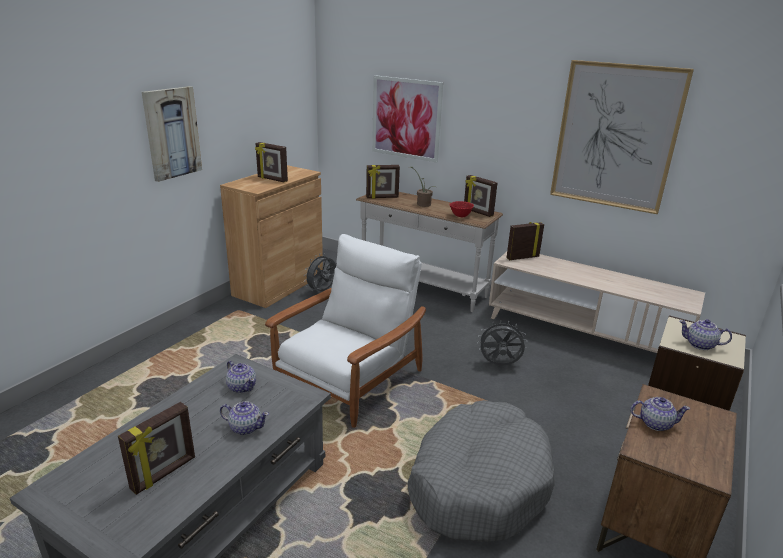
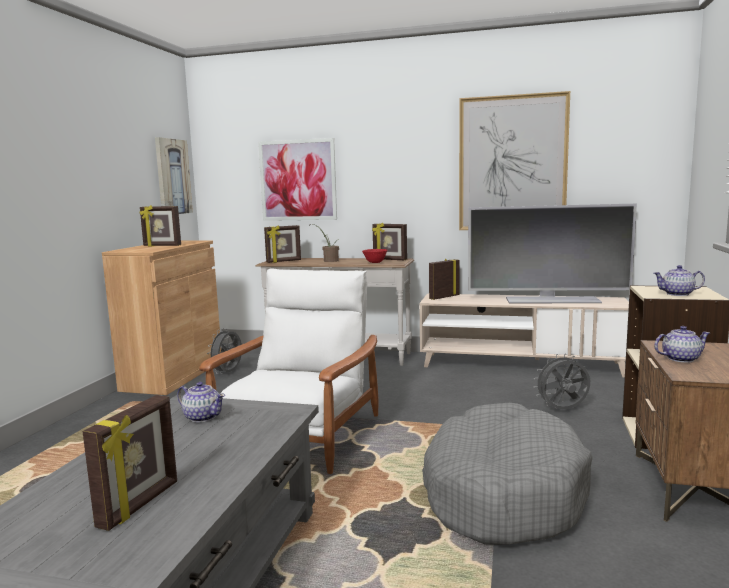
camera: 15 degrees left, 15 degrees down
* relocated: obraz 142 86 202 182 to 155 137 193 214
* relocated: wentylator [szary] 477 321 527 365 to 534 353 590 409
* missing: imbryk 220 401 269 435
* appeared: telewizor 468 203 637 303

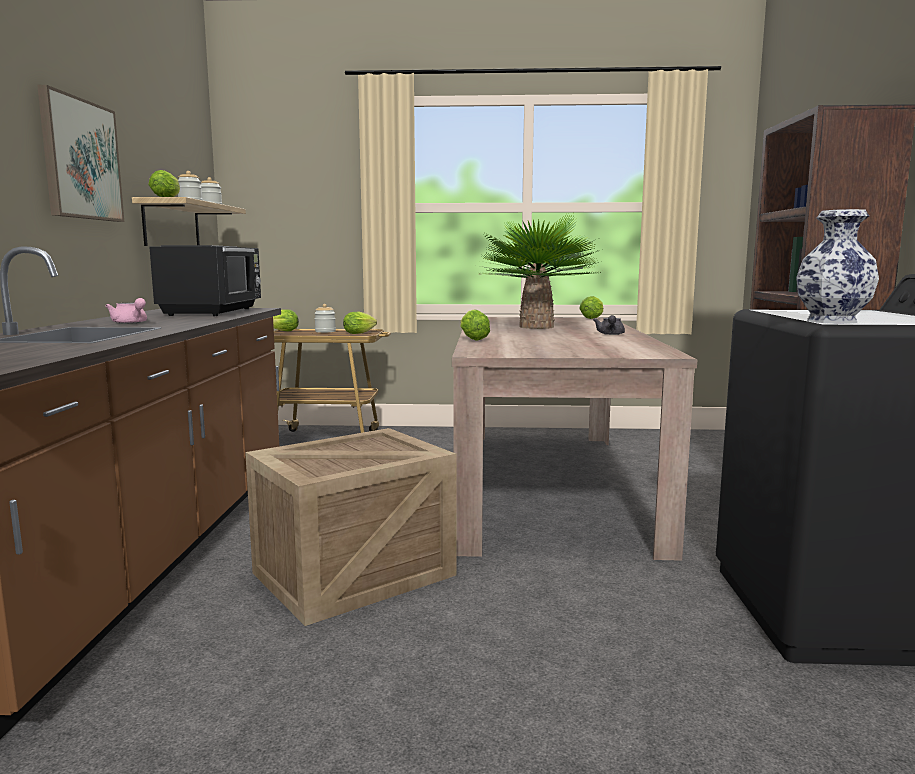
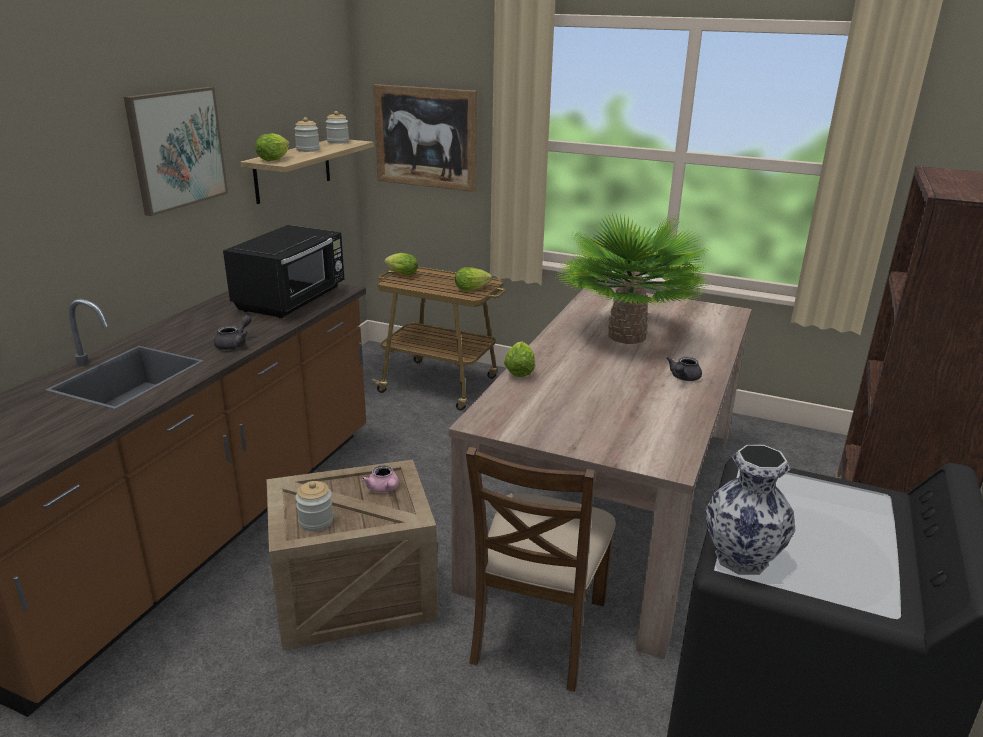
camera: 20 degrees right, 15 degrees up
* missing: sałata 579 296 603 319
* relocated: imbryk [różowy] 106 298 147 324 to 362 465 399 493
* relocated: słoik 314 304 336 333 to 295 481 333 531
* appeared: obraz 373 84 477 192
* appeared: imbryk [szary] 214 315 252 350
* appeared: krzesło [brązowy] 466 446 616 692

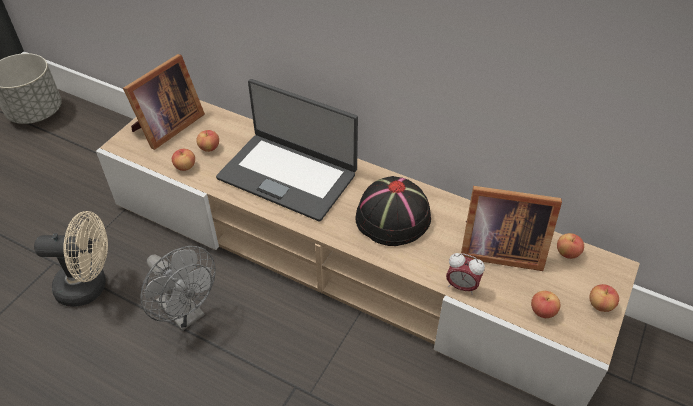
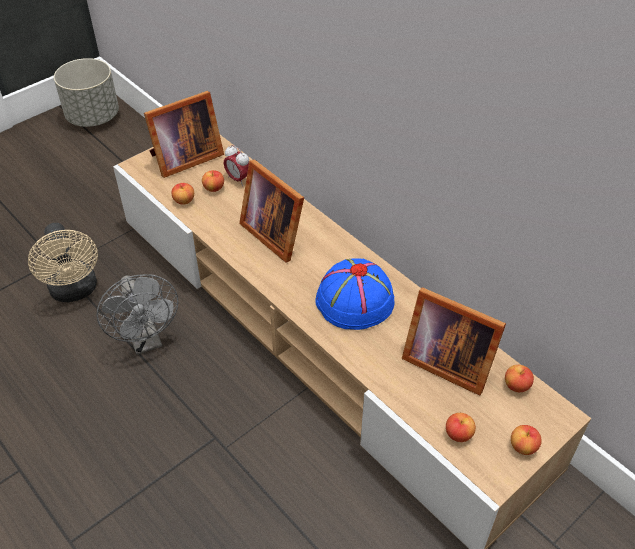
camera: 20 degrees right, 0 degrees up
* exchanged: laptop 216 79 358 222 to ramka na zdjęcie 239 159 304 262
* colour: kapelusz [czarny] 356 176 431 246 to kapelusz [niebieski] 315 258 394 330
* spun: wentylator [beżowy] 34 211 108 307 = 28 223 98 302 45 degrees clockwise
* relocated: budzik 446 253 485 295 to 224 145 249 186

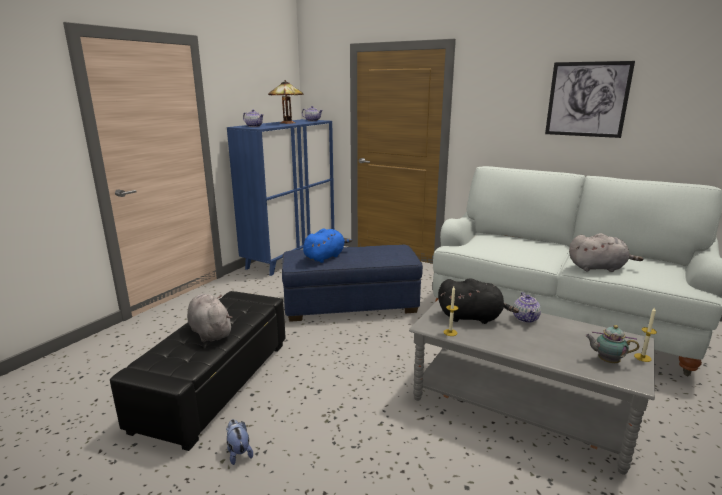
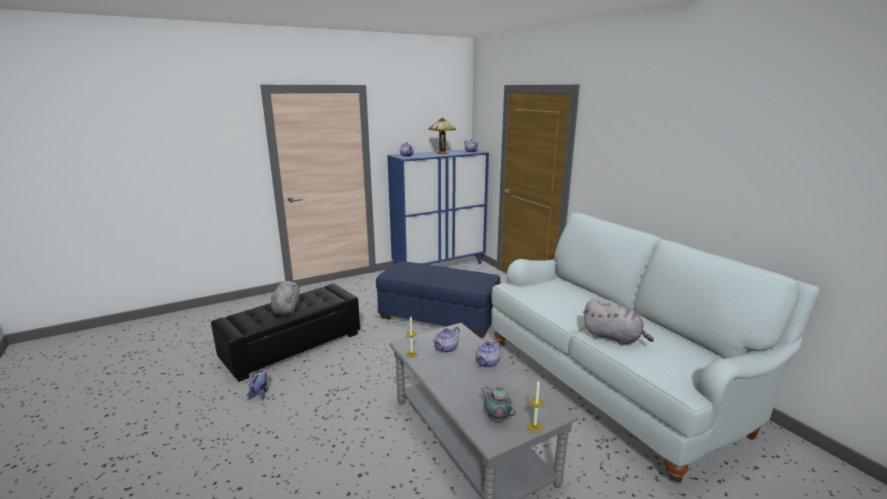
camera: 30 degrees right, 0 degrees up
* missing: obraz 545 61 635 138
* missing: pluszak [niebieski] 303 228 352 263
* exchanged: pluszak [czarny] 438 278 519 324 to imbryk 433 327 460 353

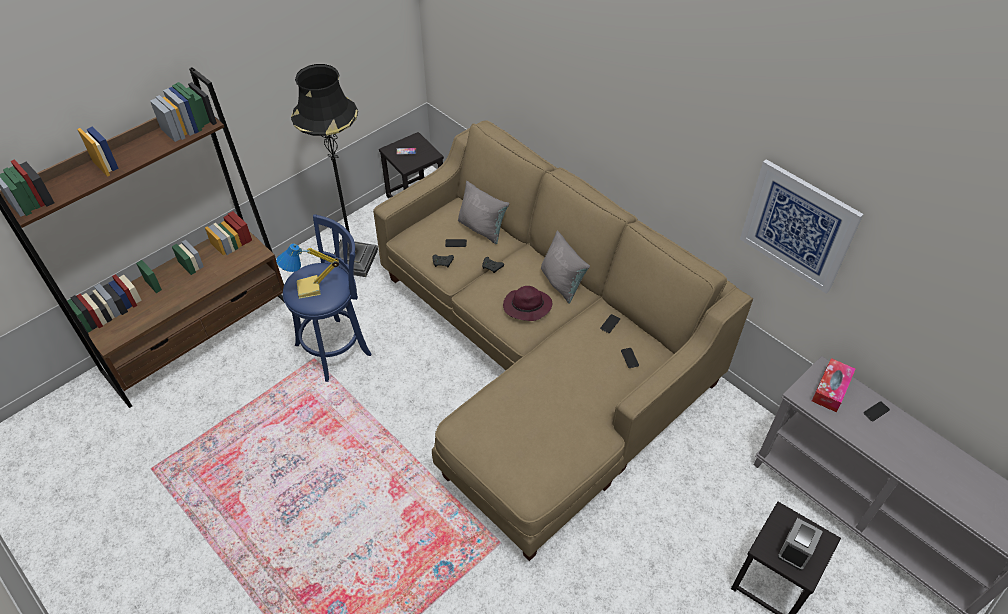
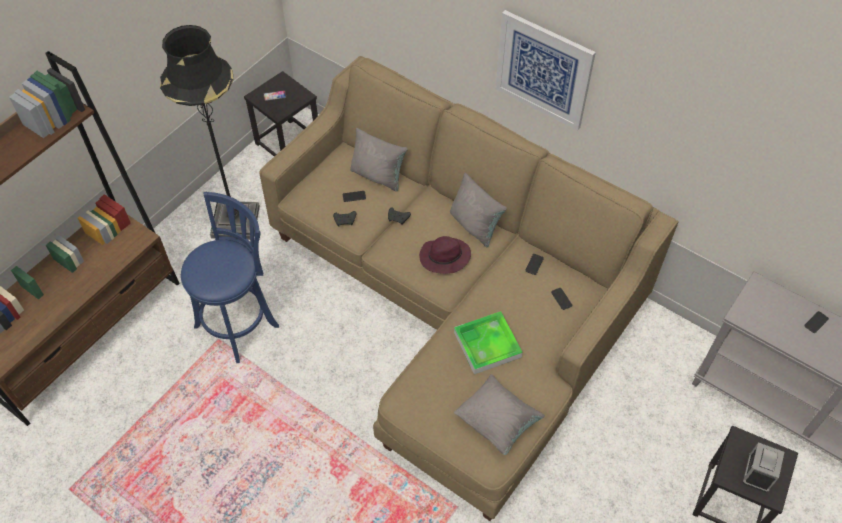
camera: 10 degrees left, 5 degrees up
* relocated: obraz 740 159 863 294 to 495 10 596 130
* missing: lampa stołowa 276 244 339 299
* missing: pudełko chusteczek 812 358 856 412
* appeared: taca 454 311 523 374
* appeared: poduszka [szary] 454 374 545 455

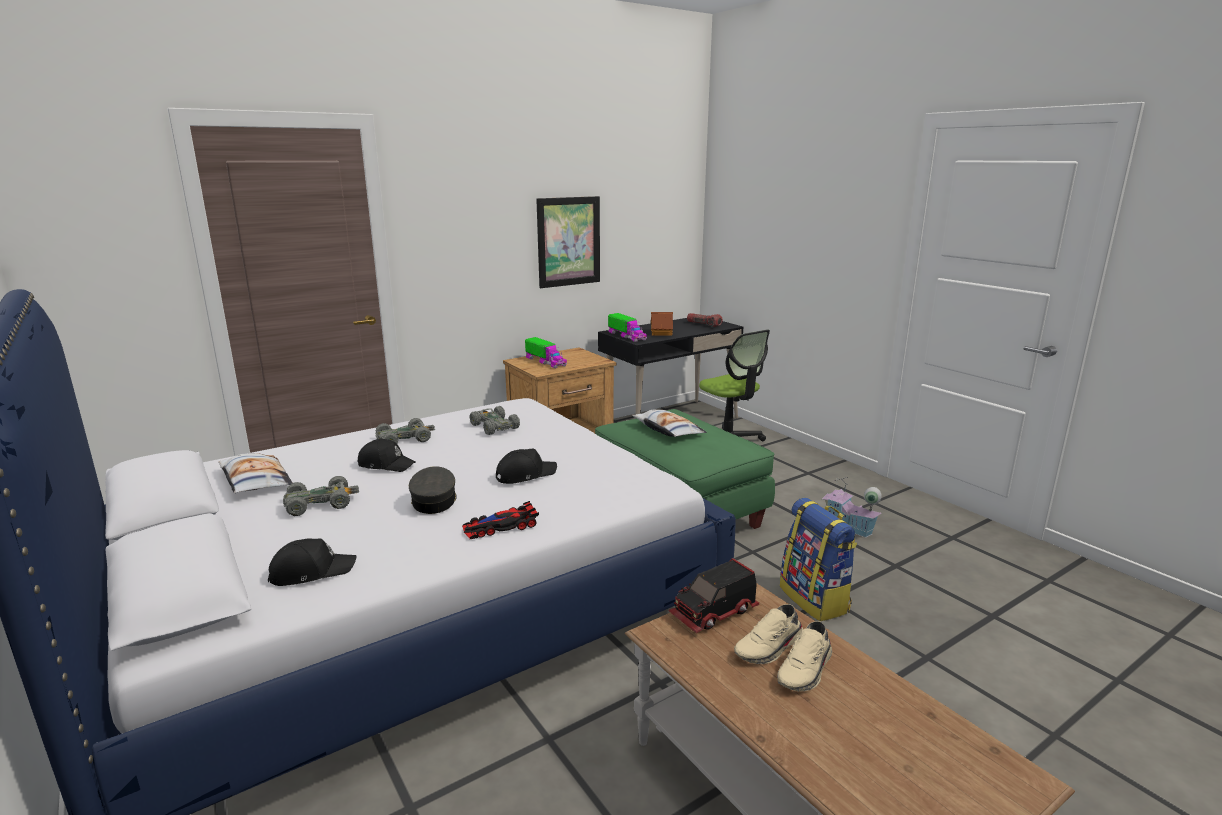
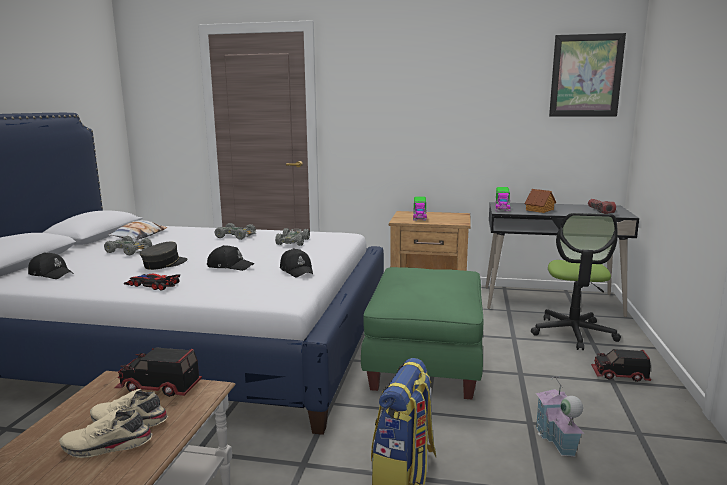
camera: 45 degrees right, 5 degrees down
* relocated: obraz 536 196 600 288 to 549 33 626 117
* missing: poduszka 632 410 707 437
* relocated: czapka z daszkiem [czarny] 357 439 416 472 to 280 248 313 277
* appeared: ciężarówka zabawkowa 591 349 651 382

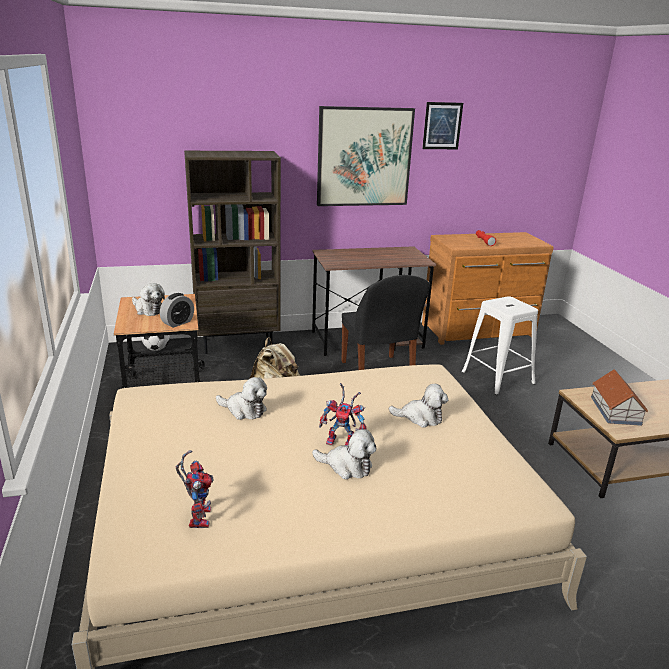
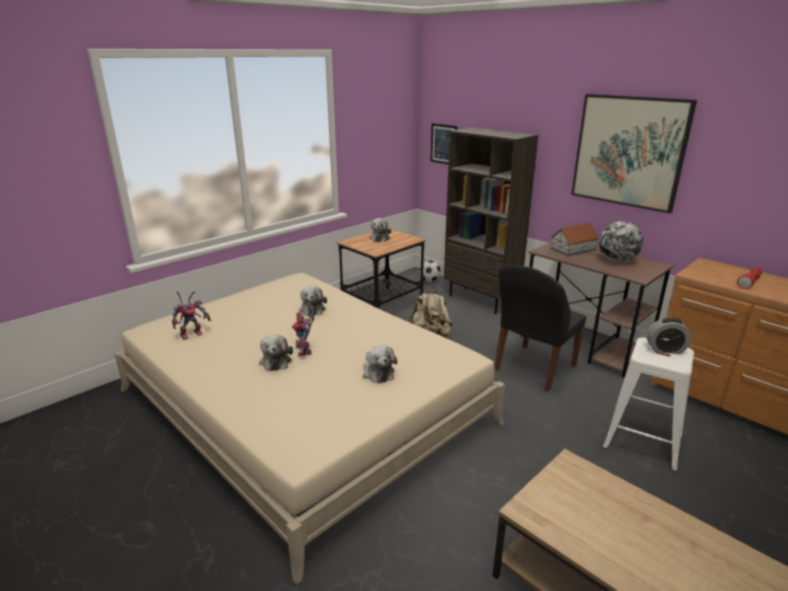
camera: 60 degrees right, 0 degrees up
* relocated: obraz 422 102 463 149 to 431 123 457 165
* relocated: budzik 160 293 194 328 to 647 318 691 354
* relocated: domek 591 369 648 426 to 550 223 599 257
* appeared: globus 599 221 643 263

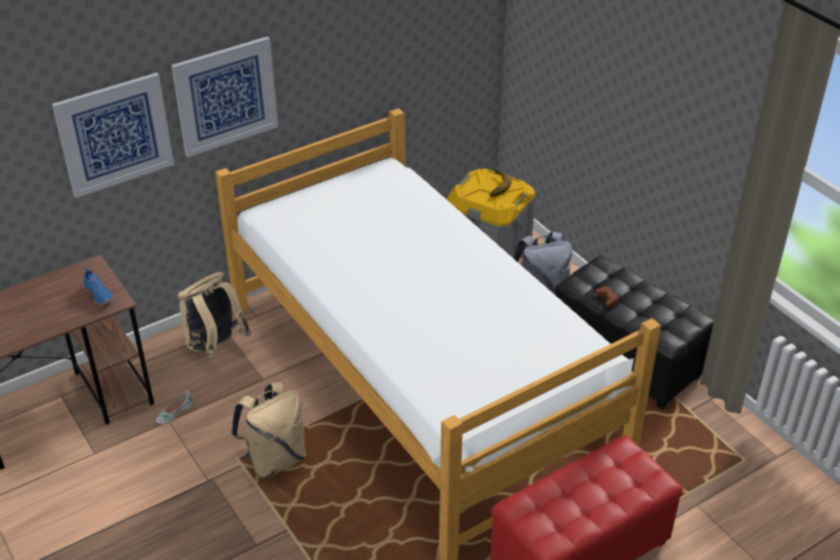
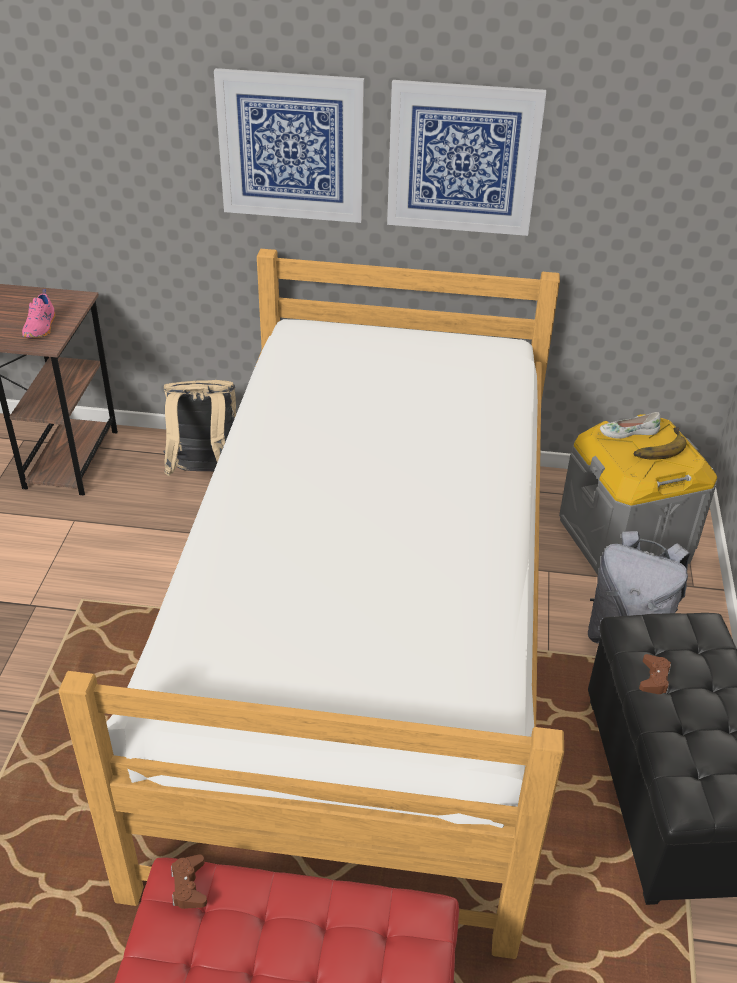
camera: 40 degrees right, 0 degrees up
* relocated: obraz 52 73 174 198 to 387 80 546 236
* colour: but [niebieski] 83 267 113 306 to but [różowy] 22 289 56 338
* missing: plecak [beżowy] 231 382 306 478
* relocated: but [biały] 156 391 194 424 to 600 412 661 439
* appeared: pad do gier [brązowy] 171 854 207 909

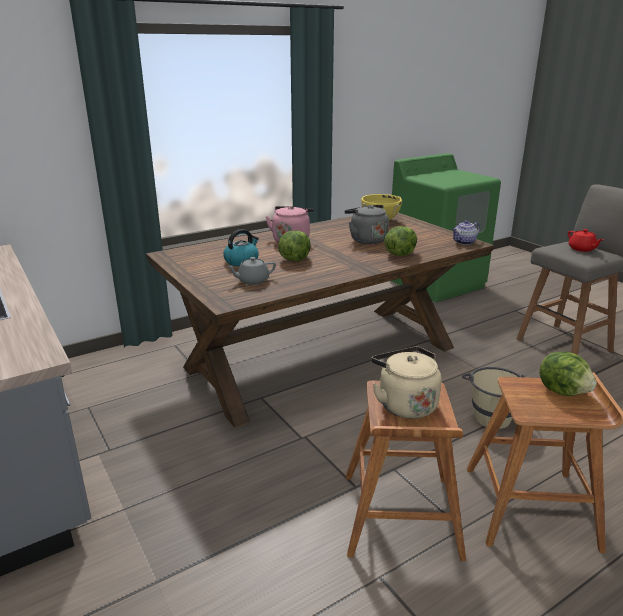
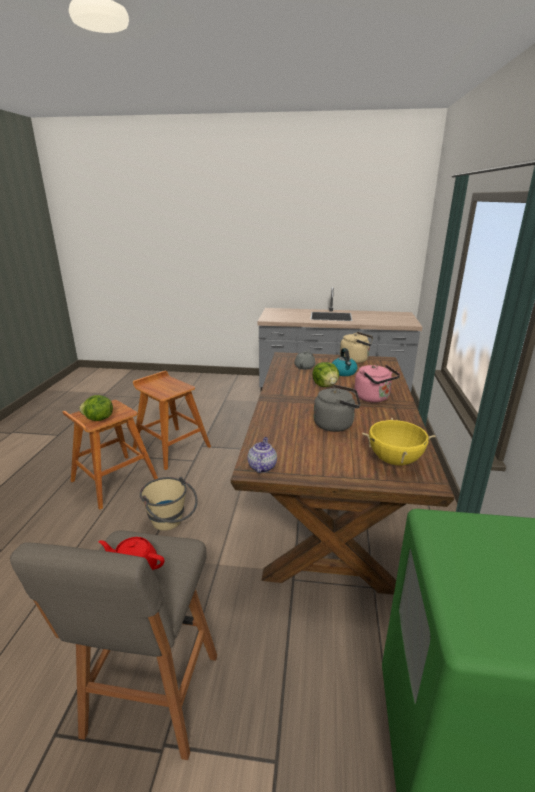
camera: 130 degrees right, 0 degrees up
* missing: sałata 384 226 417 256
* relocated: czajnik [beżowy] 371 347 441 419 to 340 332 373 363

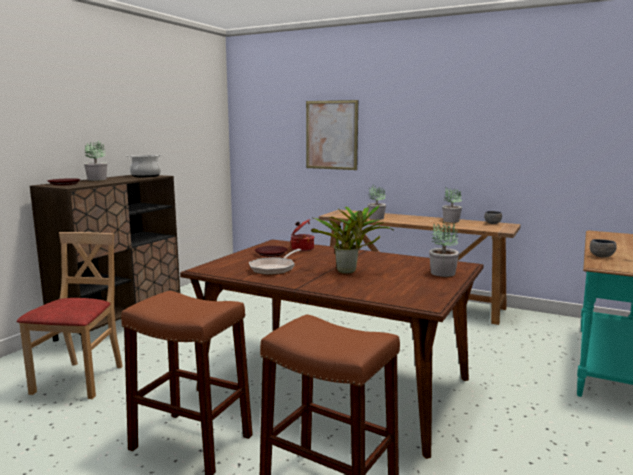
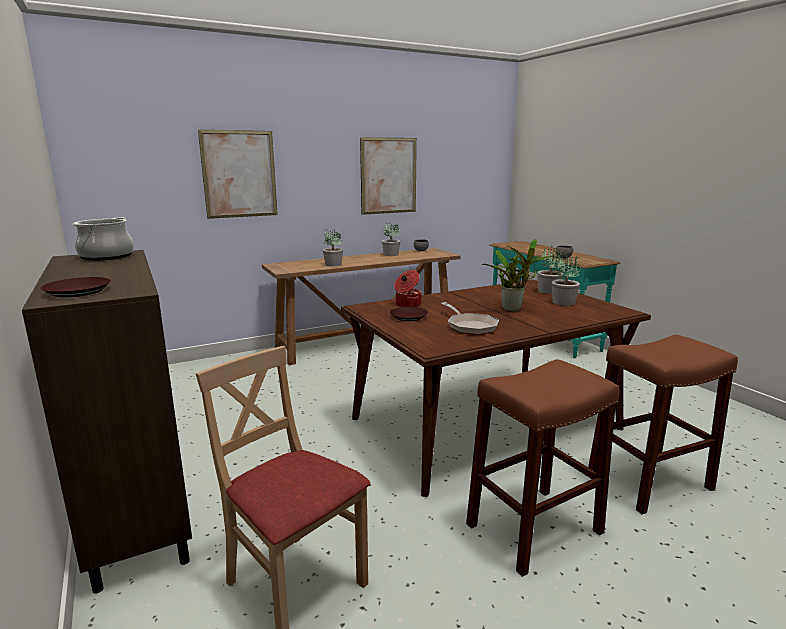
camera: 55 degrees left, 5 degrees up
* relocated: roślina doniczkowa 84 141 107 181 to 552 254 580 306
* appeared: obraz 360 137 417 215

